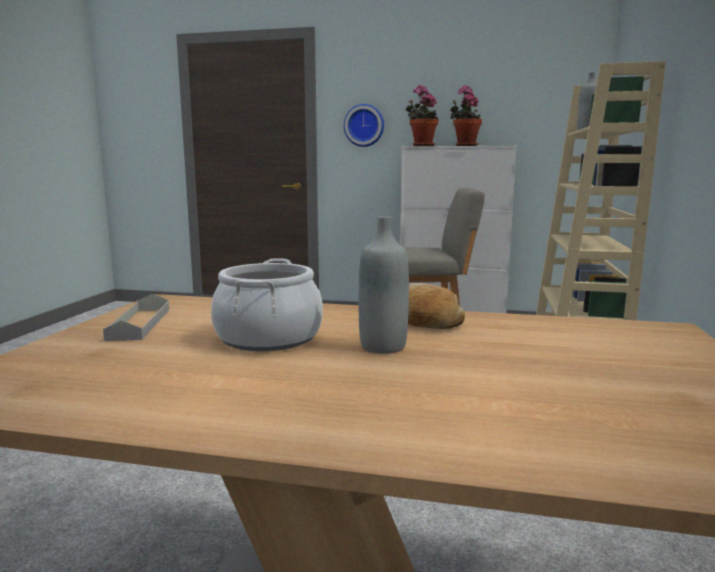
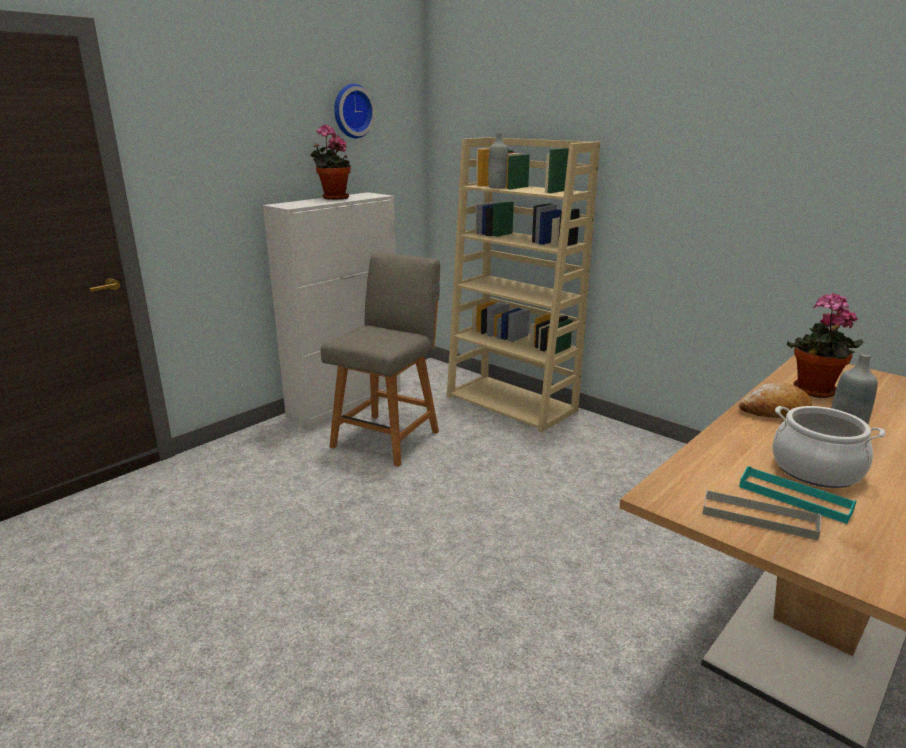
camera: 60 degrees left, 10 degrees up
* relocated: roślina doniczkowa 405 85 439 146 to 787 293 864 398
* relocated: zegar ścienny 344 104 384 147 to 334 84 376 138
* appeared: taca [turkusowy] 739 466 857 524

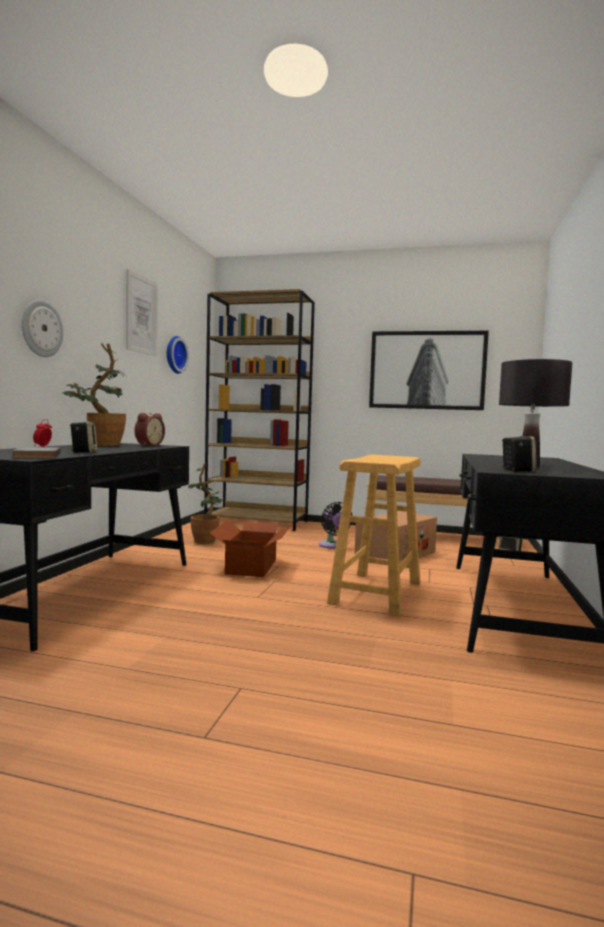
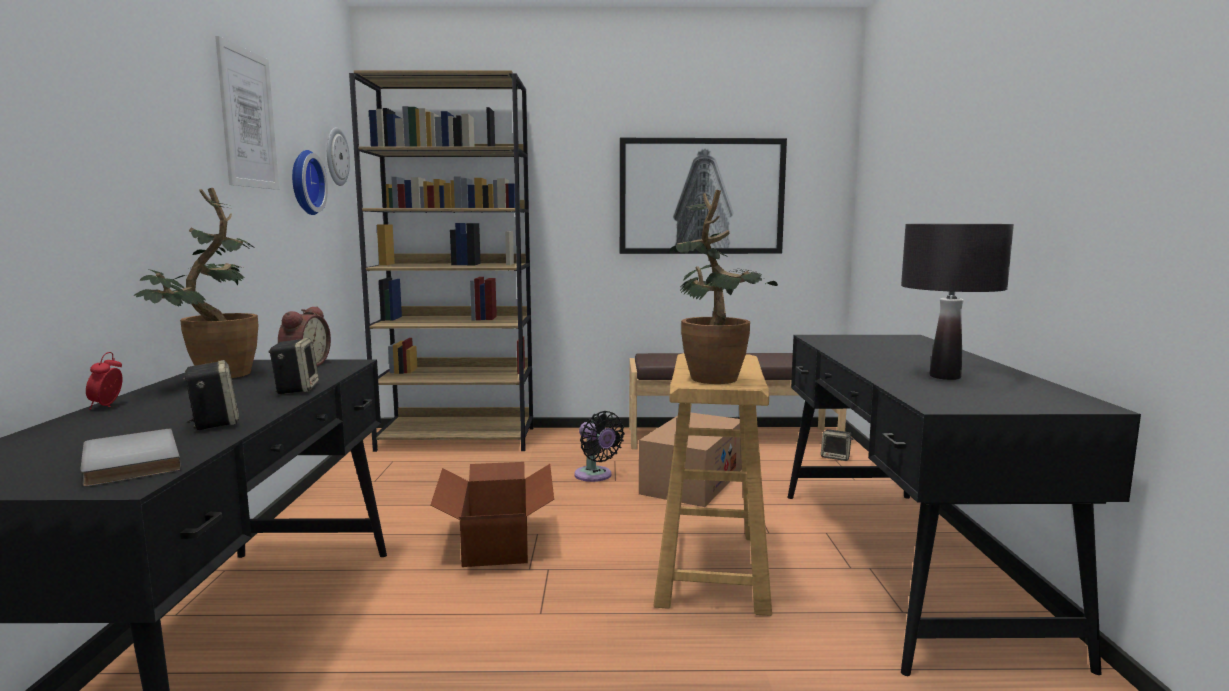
camera: 15 degrees left, 5 degrees up
* relocated: zegar ścienny 22 300 63 357 to 327 127 350 186
* relocated: głośnik 502 436 537 472 to 269 338 319 394
* relocated: roślina doniczkowa 188 463 222 544 to 669 190 778 384

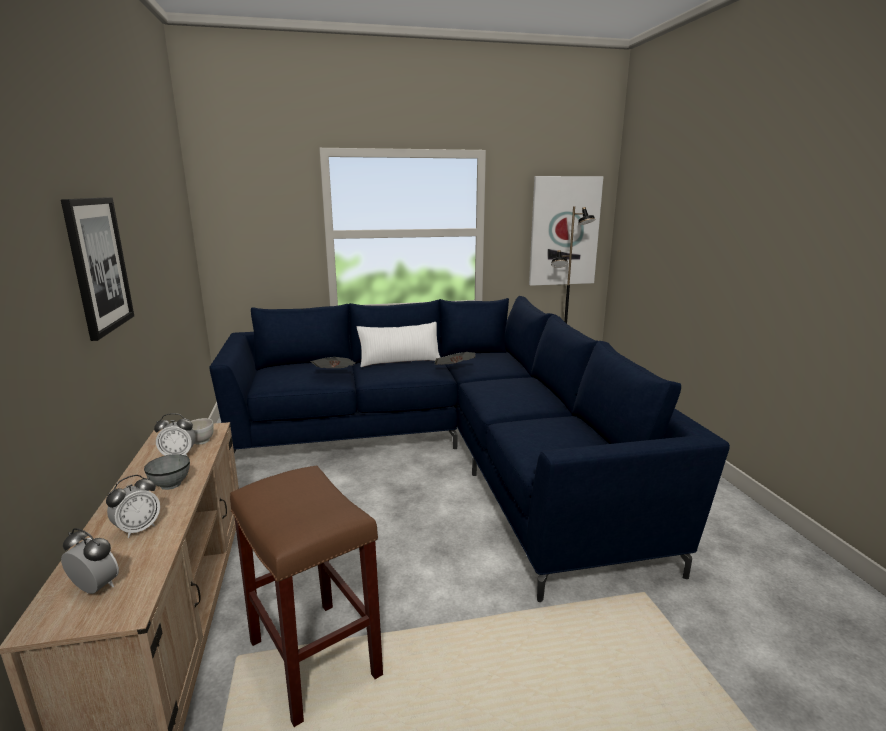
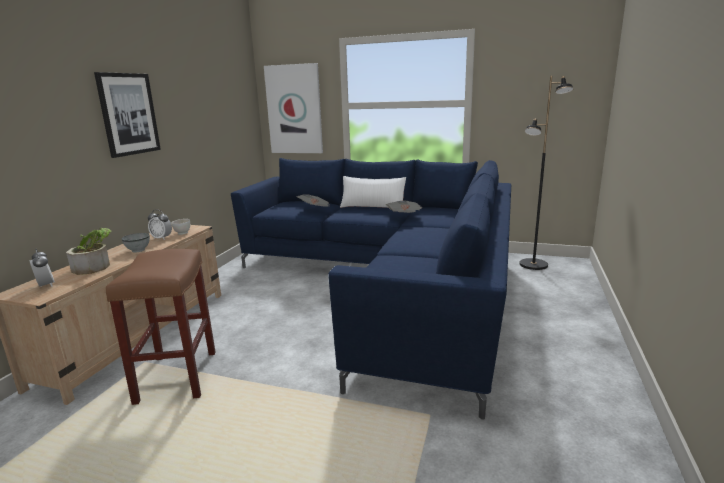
camera: 30 degrees right, 0 degrees up
* relocated: obraz 529 176 603 286 to 264 63 323 153
* exchanged: budzik 106 475 160 538 to roślina doniczkowa 66 228 112 275

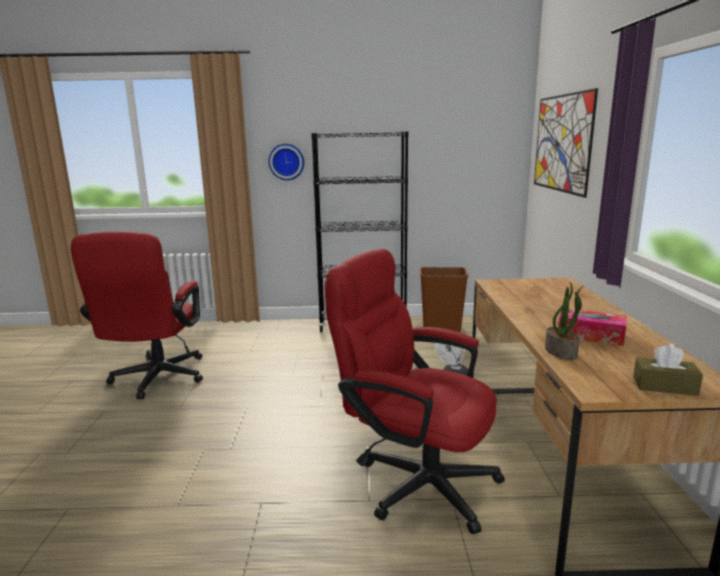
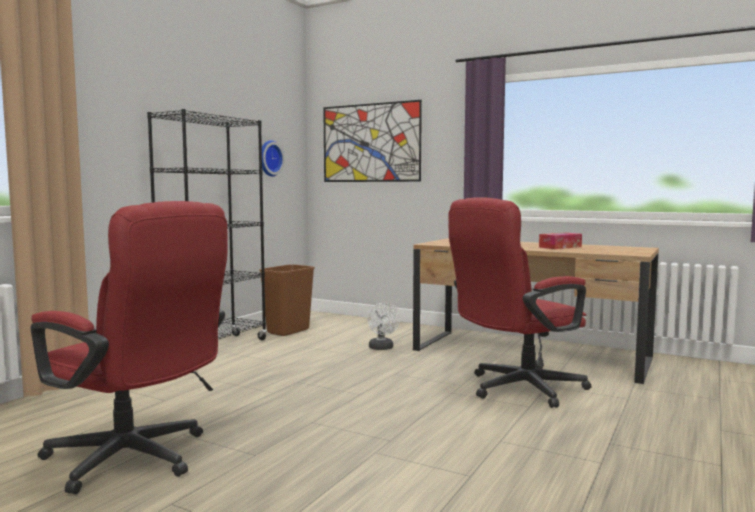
camera: 60 degrees left, 10 degrees down
* relocated: zegar ścienny 269 144 304 180 to 262 140 285 177
* missing: roślina doniczkowa 545 282 585 360
* missing: pudełko chusteczek [brązowy] 633 344 703 396

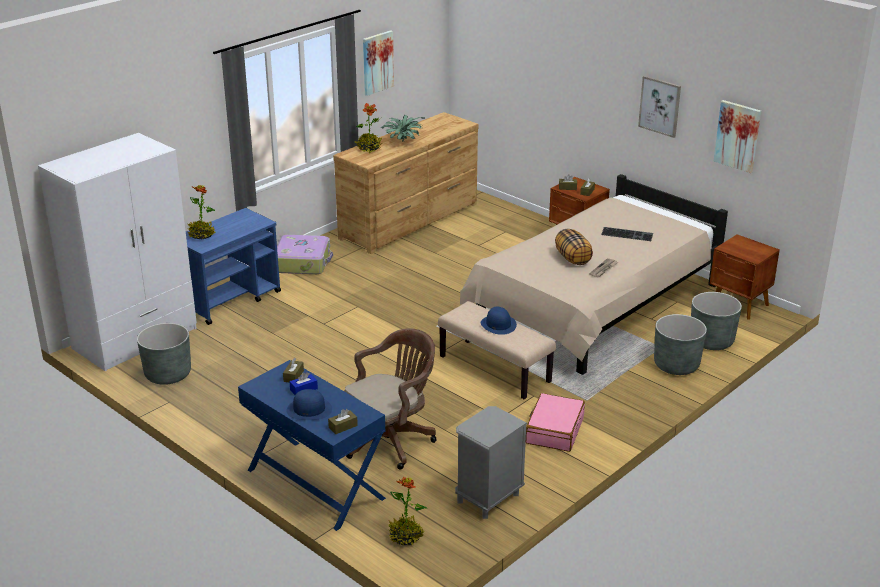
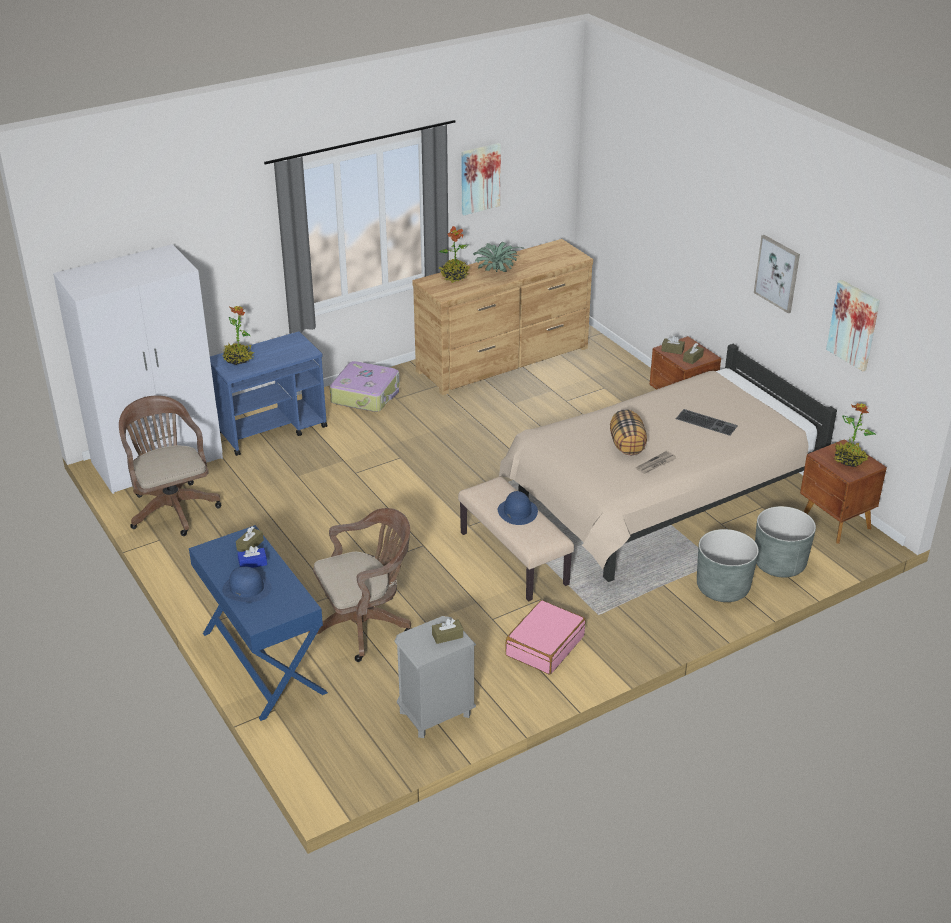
camera: 15 degrees right, 5 degrees up
* exchanged: donica [szary] 137 323 191 385 to krzesło biurowe [brązowy] 119 396 221 536
* relocated: pudełko chusteczek [brązowy] 328 409 358 434 to 432 619 463 644
* relocated: roślina doniczkowa 388 477 427 545 to 834 403 876 467

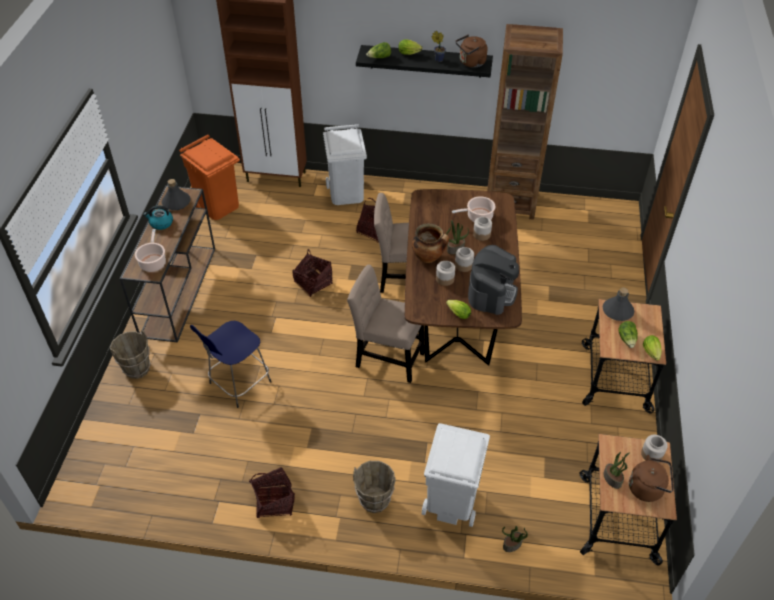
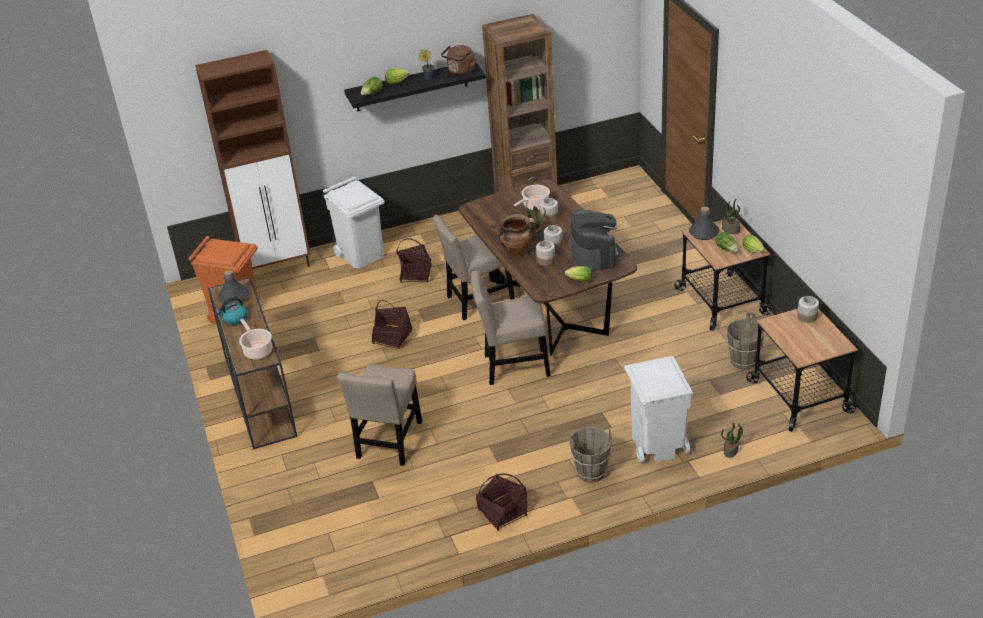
camera: 25 degrees left, 10 degrees down
* exchanged: stołek [niebieski] 190 321 271 408 to krzesło [beżowy] 337 364 422 466
* relocated: wiadro [brązowy] 110 330 150 379 to 726 312 765 370
* relocated: roślina doniczkowa 603 452 630 489 to 722 199 740 234
* missing: czajnik [brązowy] 629 455 674 502

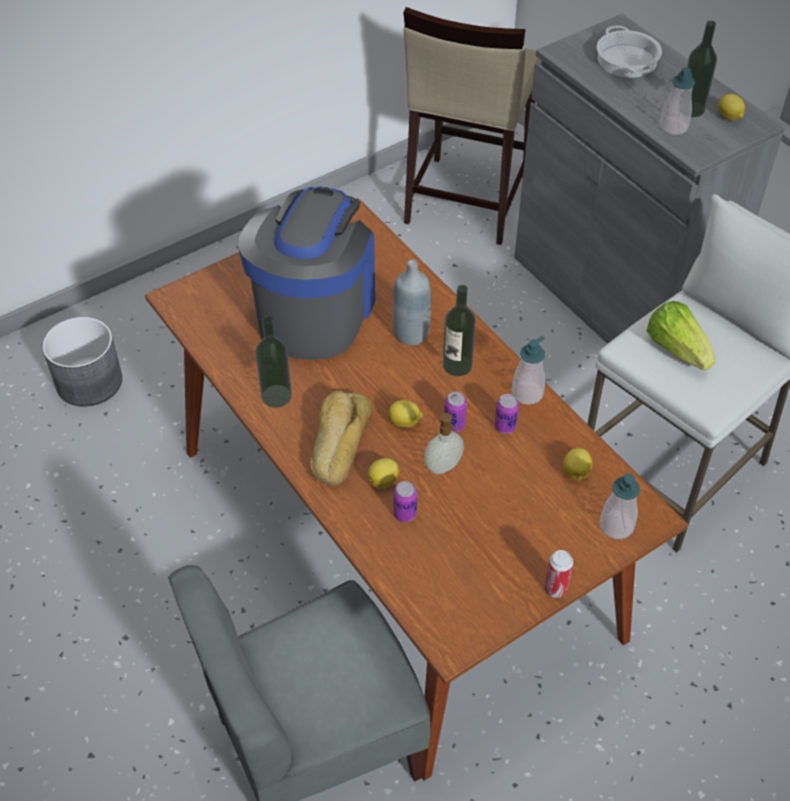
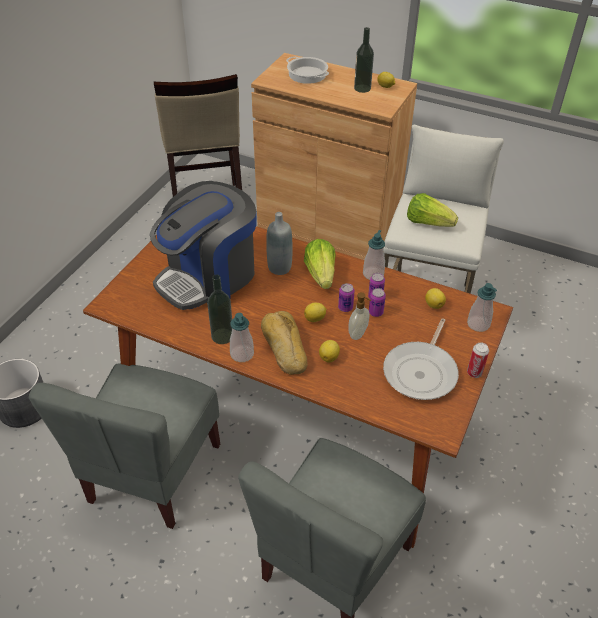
camera: 30 degrees left, 5 degrees down
* colour: szafka [szary] 514 14 785 344 to szafka [brązowy] 251 53 417 260
* relocated: dozownik mydła 660 67 695 135 to 230 313 254 362
* spun: ekspres do kawy 238 187 375 360 = 150 181 257 310 120 degrees counterclockwise
* exchanged: butelka 443 285 476 376 to sałata 304 239 336 289
* relocated: puszka 394 481 417 522 to 369 288 386 317
* appeared: patelnia 383 318 459 400
* appeared: krzesło [szary] 29 364 220 529

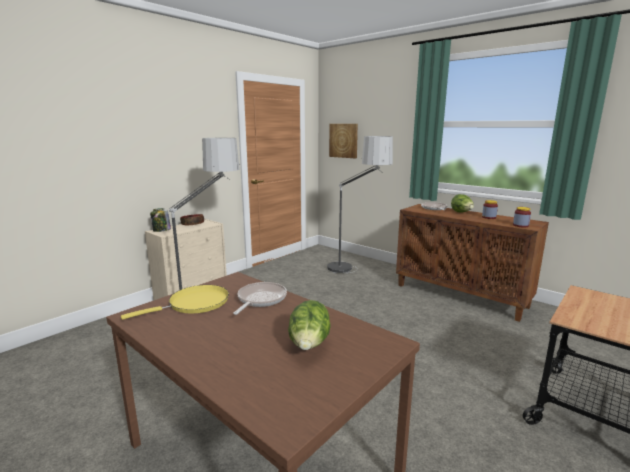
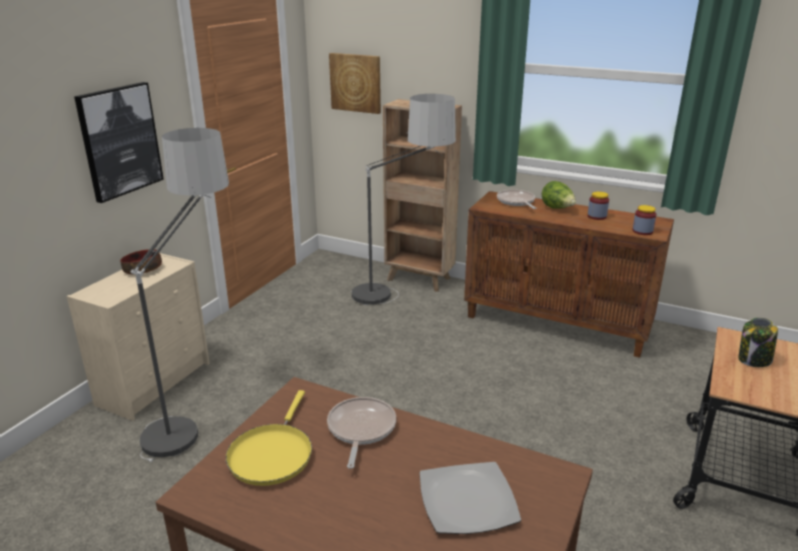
camera: 15 degrees left, 10 degrees up
* relocated: słoik 150 208 171 232 to 738 318 778 367
* spun: patelnia [żółty] 121 285 229 320 = 226 390 312 486 150 degrees clockwise
* exchanged: sałata 288 300 330 350 to talerz 420 462 521 534
* appeared: obraz 74 82 164 203
* appeared: regał [brązowy] 383 99 462 292

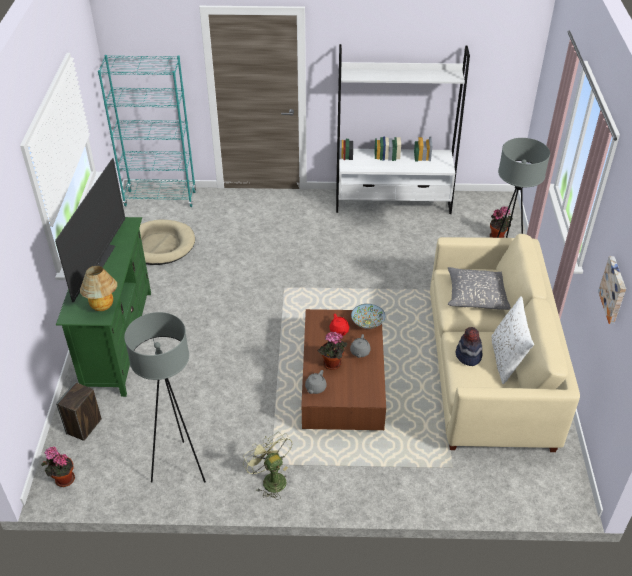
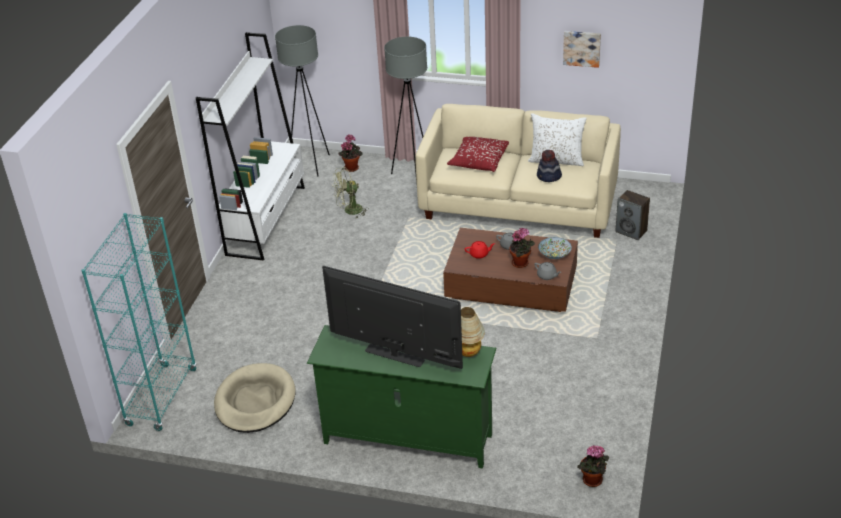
camera: 75 degrees left, 5 degrees down
* colour: poduszka [szary] 448 267 511 310 to poduszka [czerwony] 447 137 509 172
* relocated: miska 351 304 385 329 to 538 237 572 259
* relocated: lampa stojąca [szary] 124 312 206 483 to 275 25 330 177
* relocated: głośnik 56 382 102 441 to 616 190 650 240
* relocated: wentylator [zielony] 243 432 292 500 to 332 167 369 218

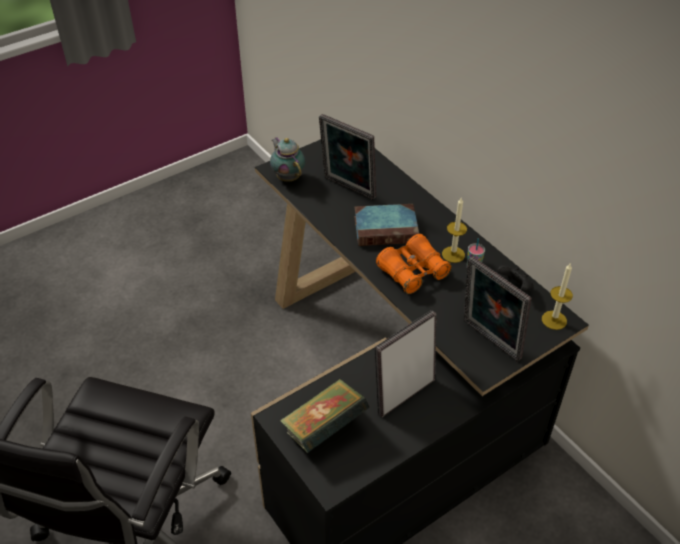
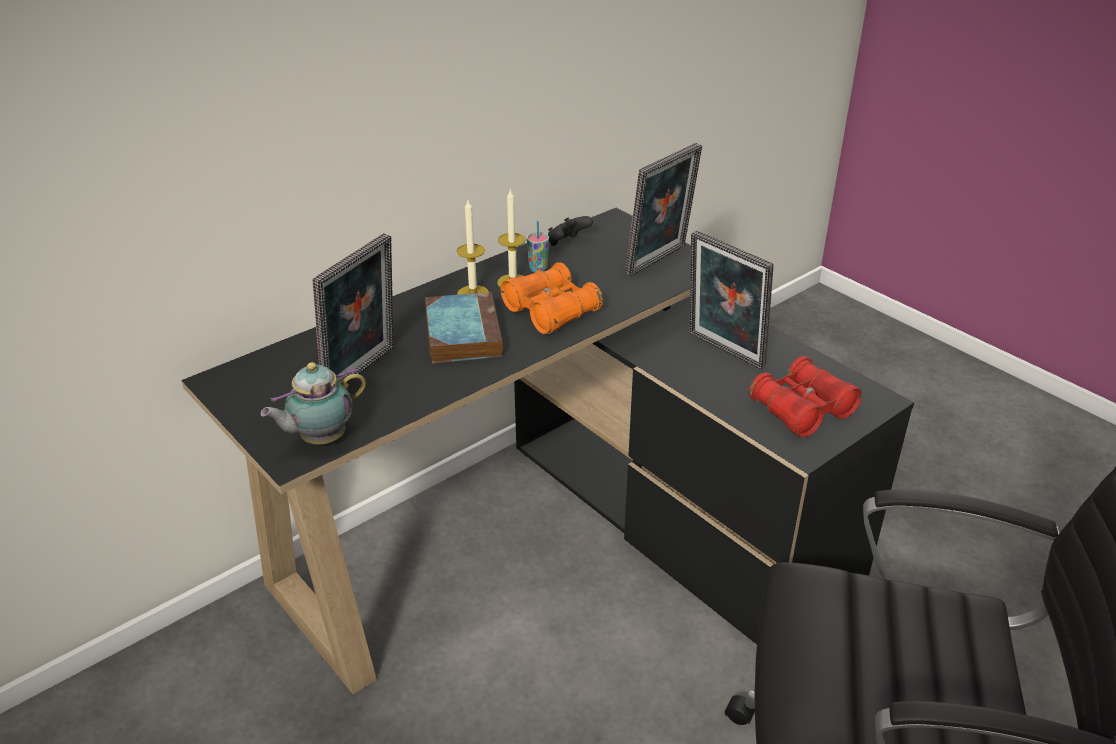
camera: 95 degrees left, 10 degrees down
* relocated: świeca 542 264 573 330 to 457 200 489 295
* exchanged: książka 280 379 370 453 to lornetka [czerwony] 748 356 862 438

